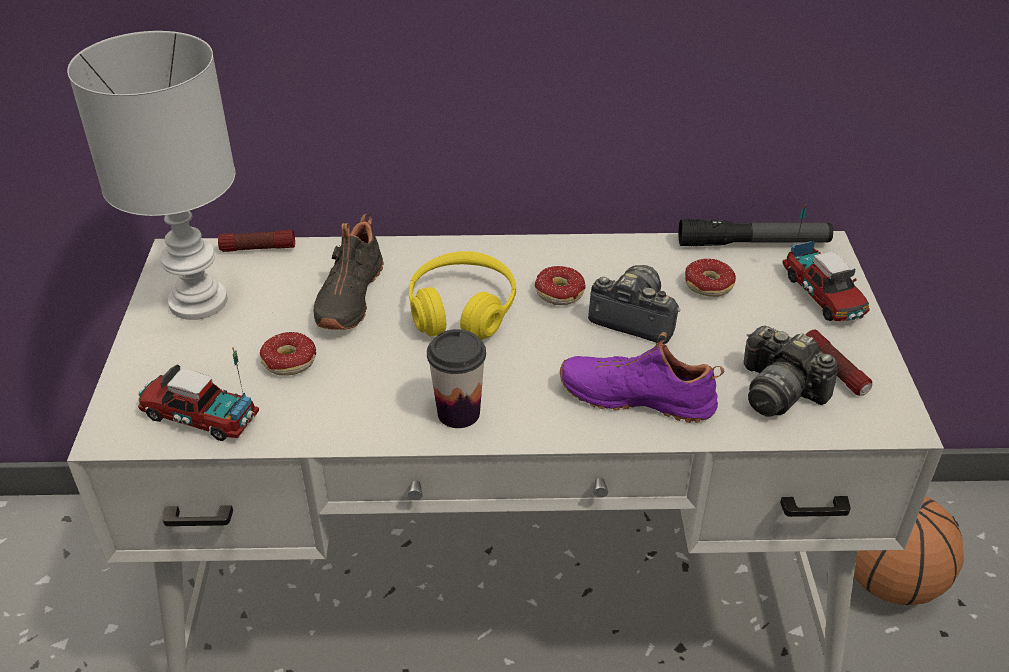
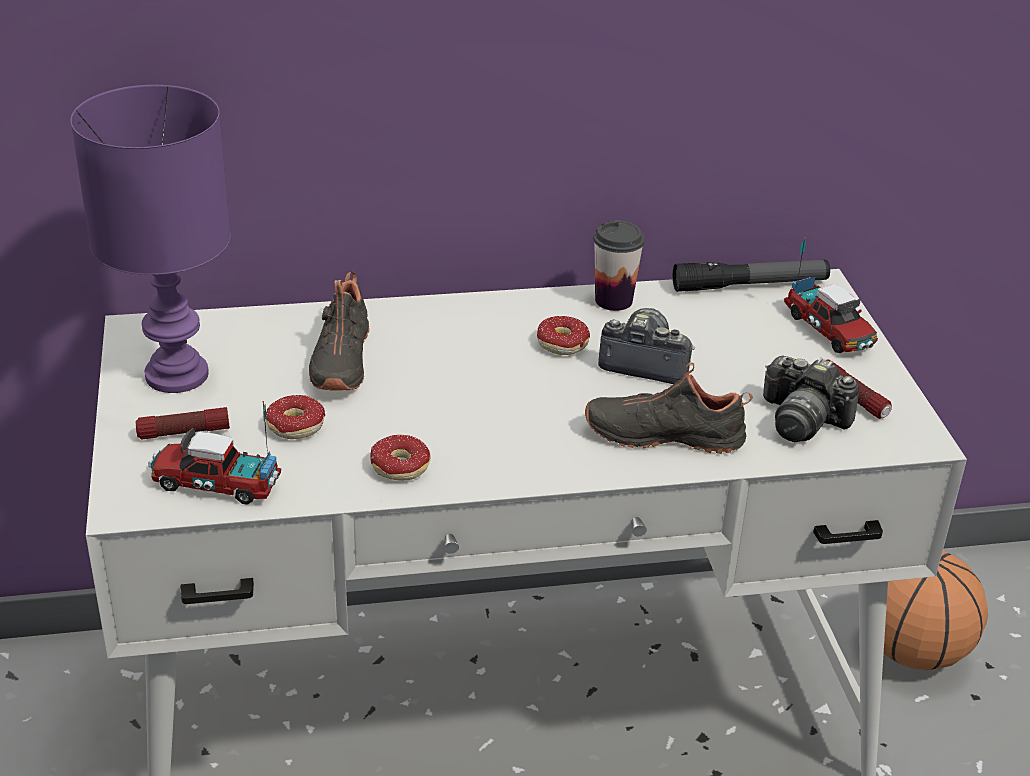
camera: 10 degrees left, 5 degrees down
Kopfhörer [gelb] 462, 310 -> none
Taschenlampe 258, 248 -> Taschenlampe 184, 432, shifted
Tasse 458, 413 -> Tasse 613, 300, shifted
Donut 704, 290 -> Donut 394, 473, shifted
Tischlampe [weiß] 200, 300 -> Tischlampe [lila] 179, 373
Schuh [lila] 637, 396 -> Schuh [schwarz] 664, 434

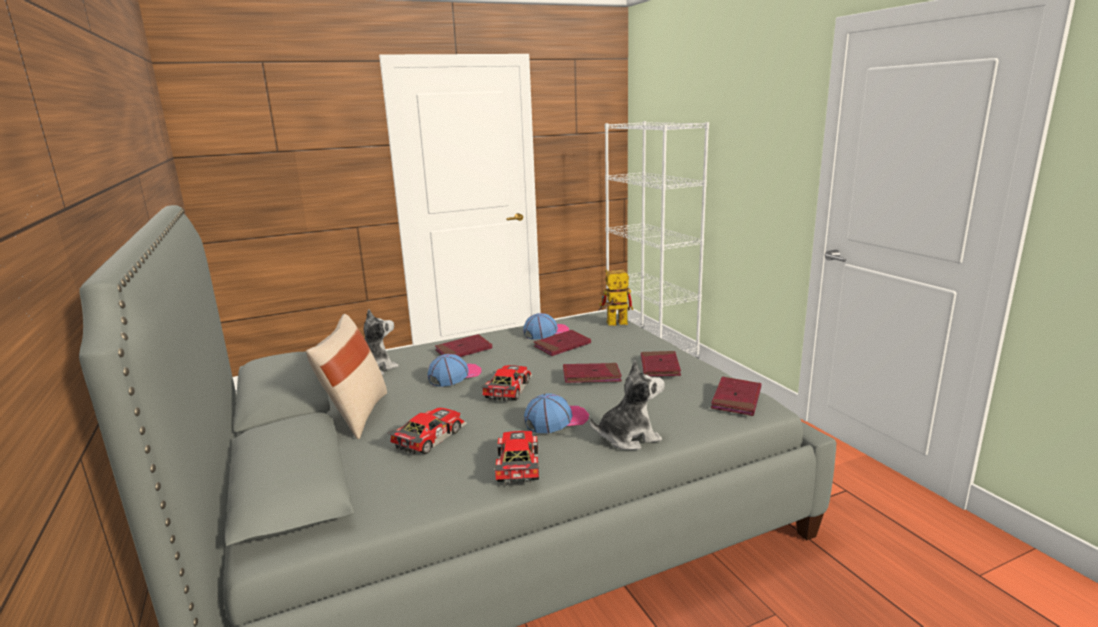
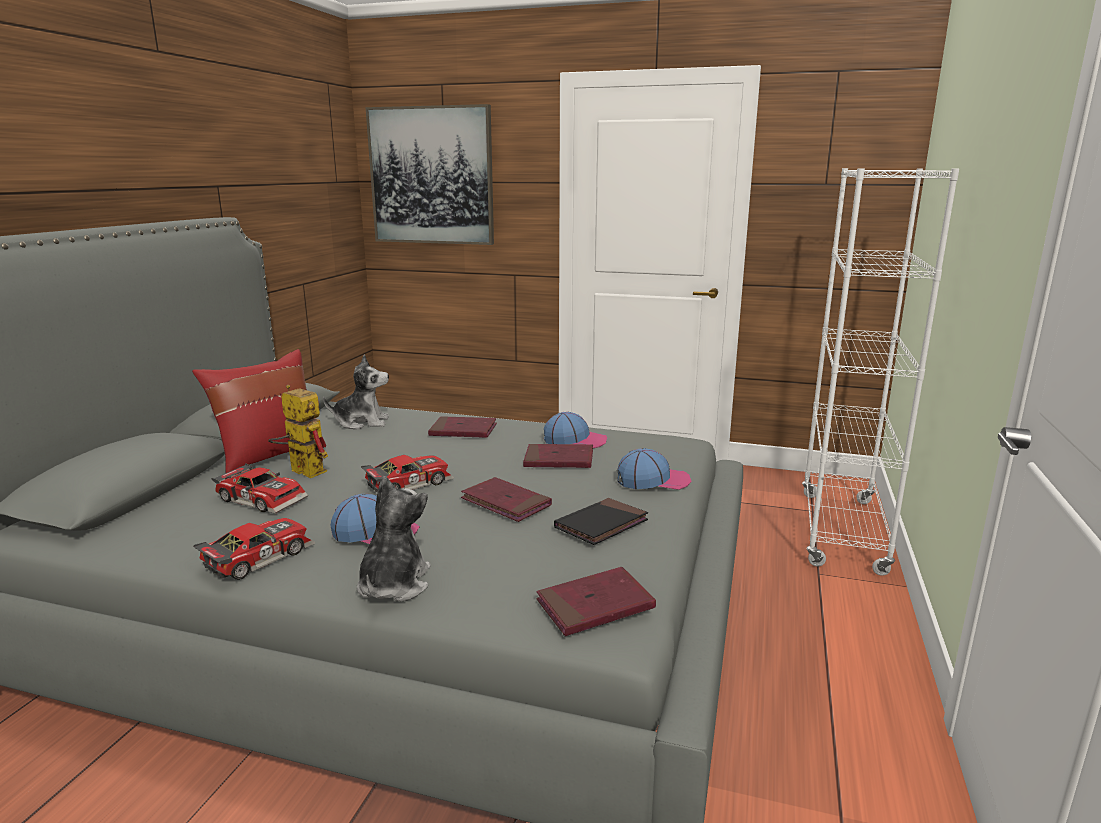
camera: 40 degrees right, 0 degrees up
none -> Bild 431, 176
Kappe 454, 376 -> Kappe 653, 480, shifted
Spielzeugroboter 612, 324 -> Spielzeugroboter 301, 471, shifted
Kissen [beige] 356, 415 -> Kissen [rot] 269, 456
Buch [rot] 660, 367 -> Buch [schwarz] 601, 525
Spielzeugauto 427, 437 -> Spielzeugauto 263, 498, 45 degrees clockwise
Plüschtier 628, 437 -> Plüschtier 393, 584, 105 degrees counterclockwise

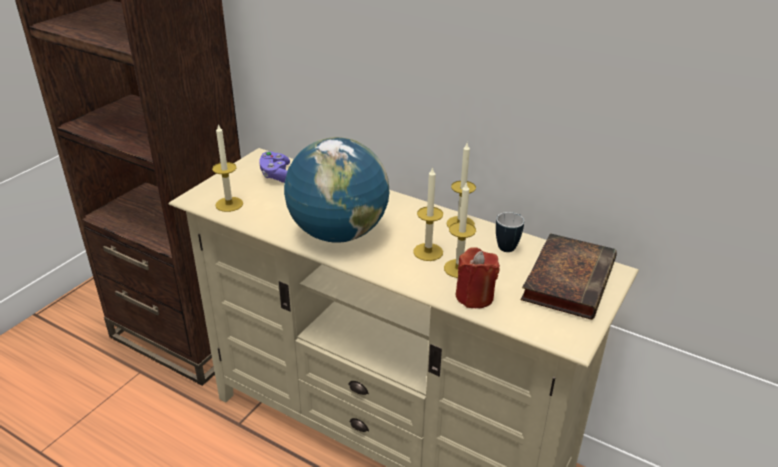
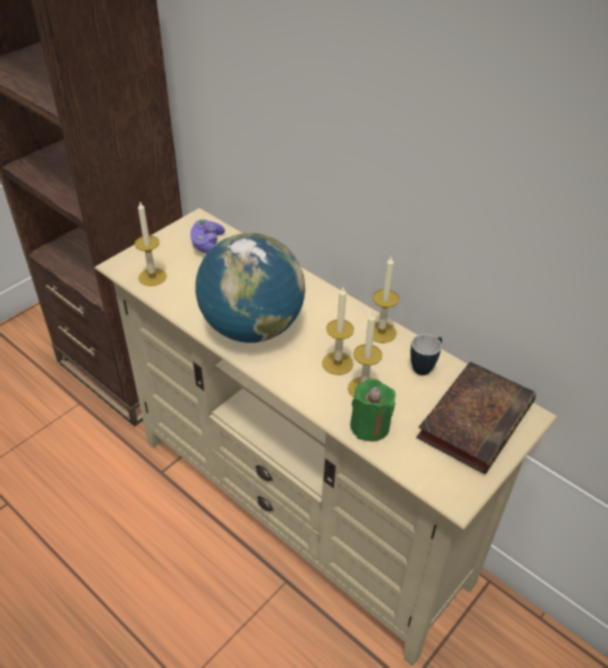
camera: 10 degrees right, 10 degrees up
Kerze [rot] 474, 296 -> Kerze [grün] 370, 426

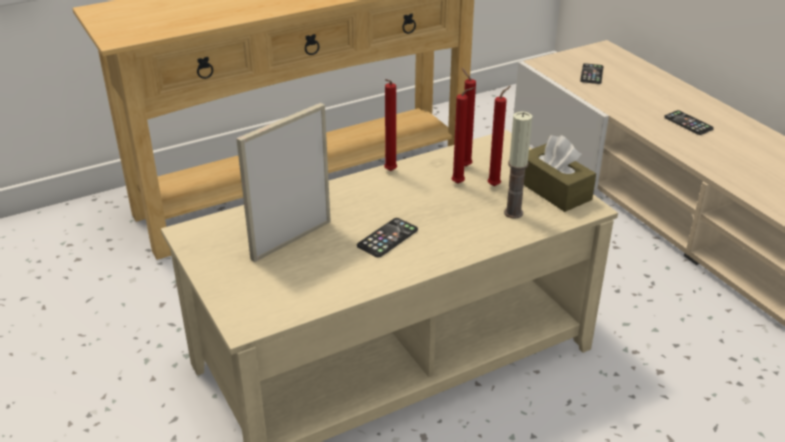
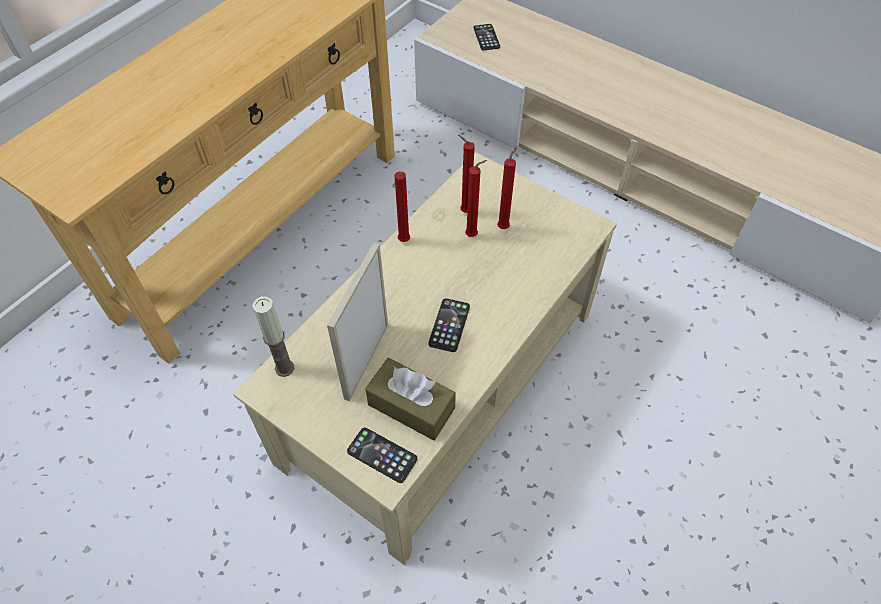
camera: 25 degrees left, 20 degrees up
Kerze 513, 213 -> Kerze 284, 368, shifted
Taschentuchbox [braun] 553, 190 -> Taschentuchbox [braun] 411, 406, shifted
Handy 688, 123 -> Handy 382, 455, shifted

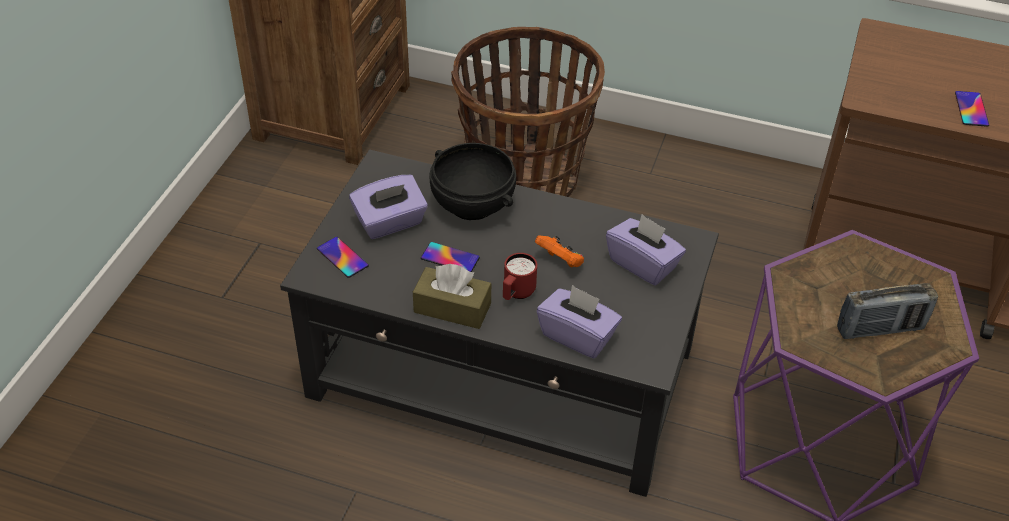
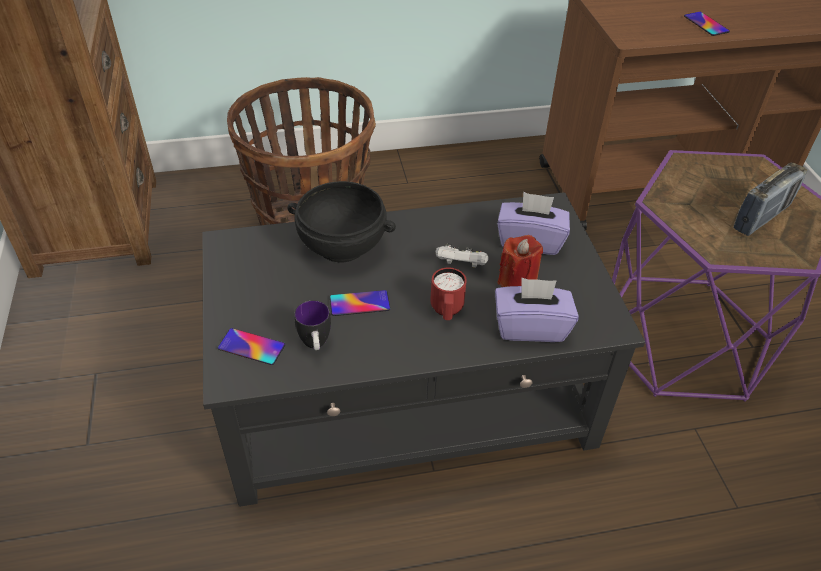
camera: 30 degrees left, 0 degrees up
Taschentuchbox [lila] 390, 223 -> none
Taschentuchbox [braun] 452, 308 -> none
none -> Henkelbecher 315, 345
none -> Kerze [rot] 517, 281
Gamepad [orange] 560, 261 -> Gamepad [weiß] 461, 266

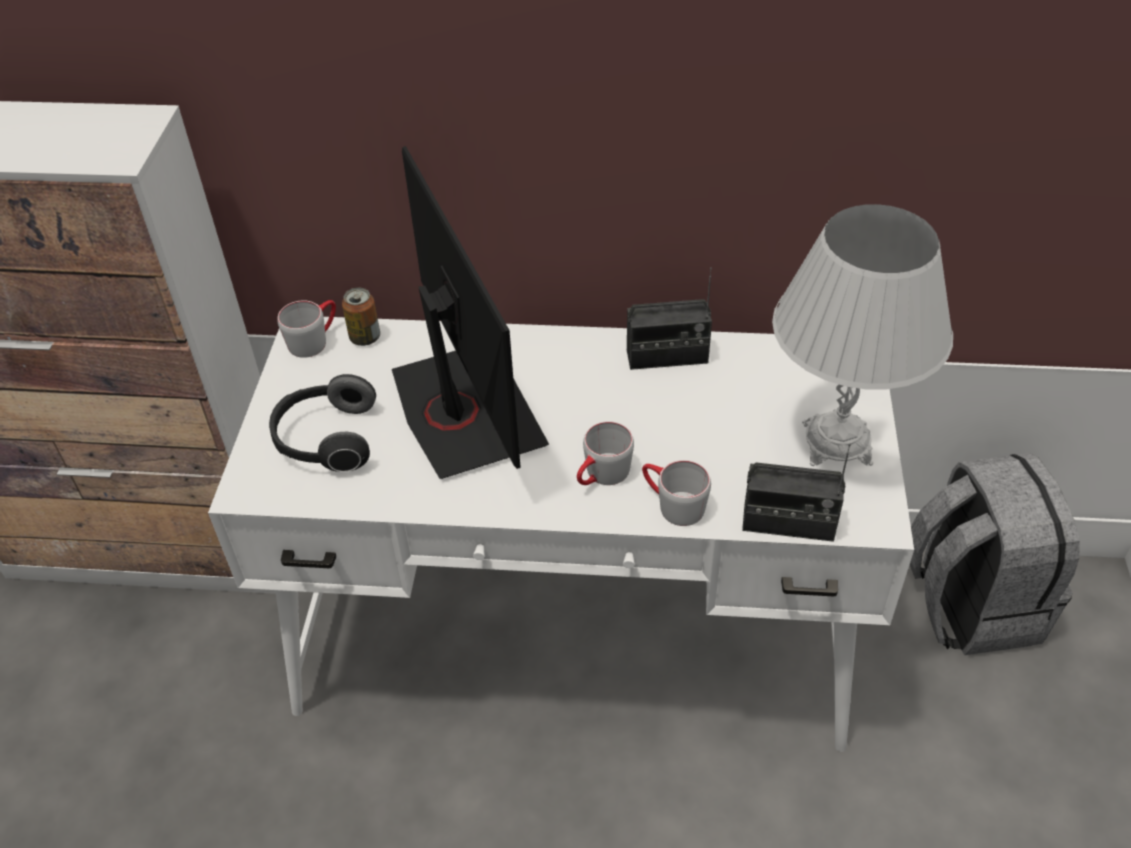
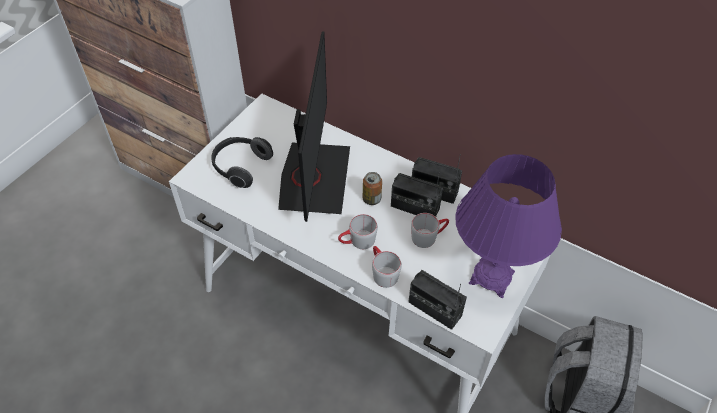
camera: 25 degrees right, 5 degrees up
none -> Radio 415, 208
Henkelbecher [grau] 314, 339 -> Henkelbecher [grau] 428, 236, shifted
Dose 365, 337 -> Dose 371, 199, shifted
Tischlampe [weiß] 836, 443 -> Tischlampe [lila] 491, 277

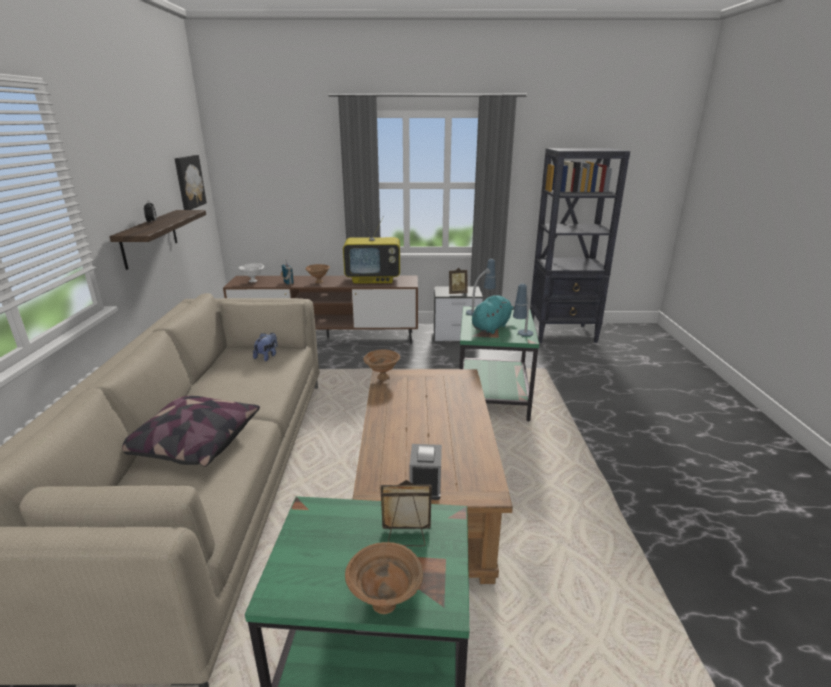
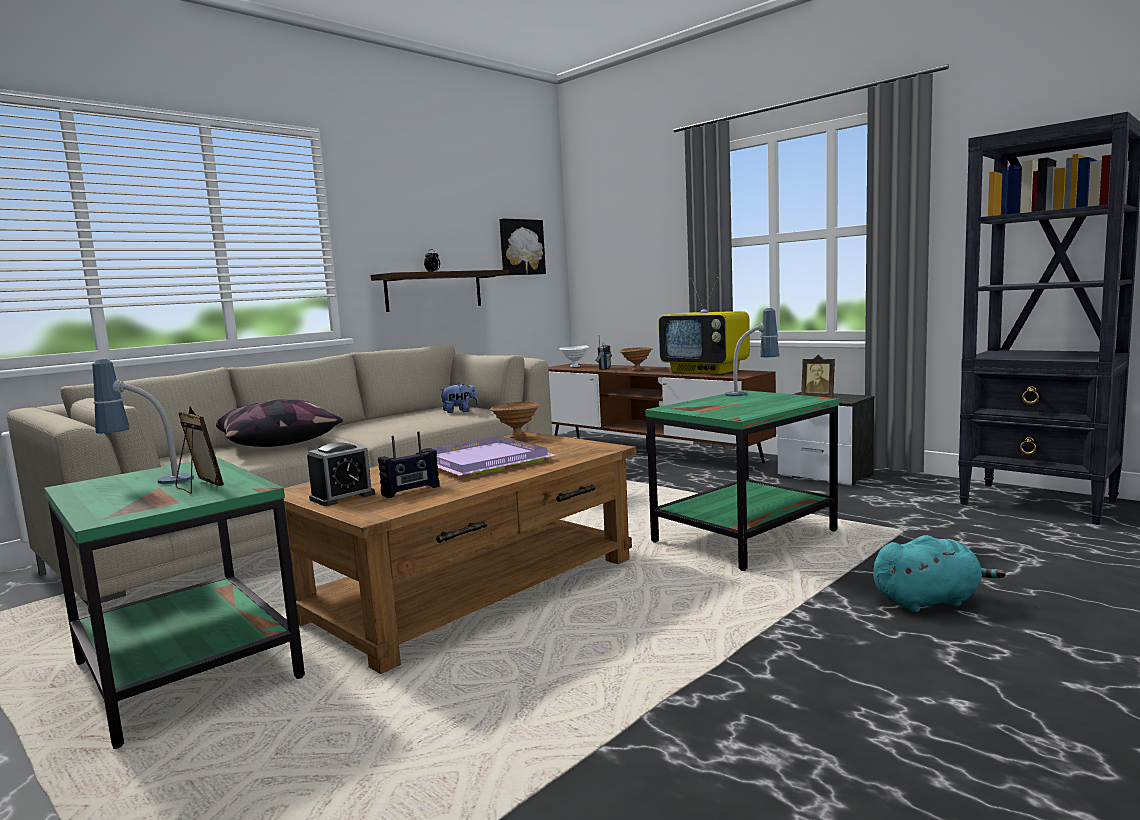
camera: 45 degrees right, 15 degrees down
Schüssel [braun] 386, 604 -> none
none -> Radio 411, 491
none -> Tablett [lila] 479, 461
Plüschtier [türkis] 491, 327 -> Plüschtier [türkis] 929, 601, shifted
Tischlampe 521, 337 -> Tischlampe 150, 482, shifted

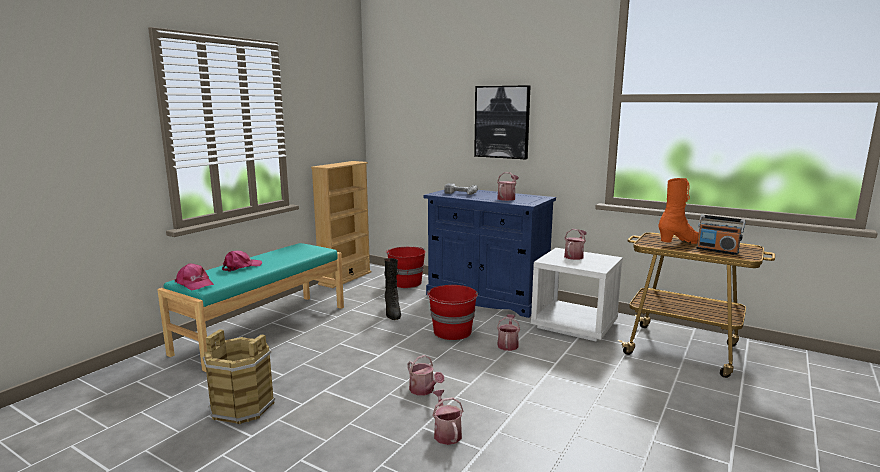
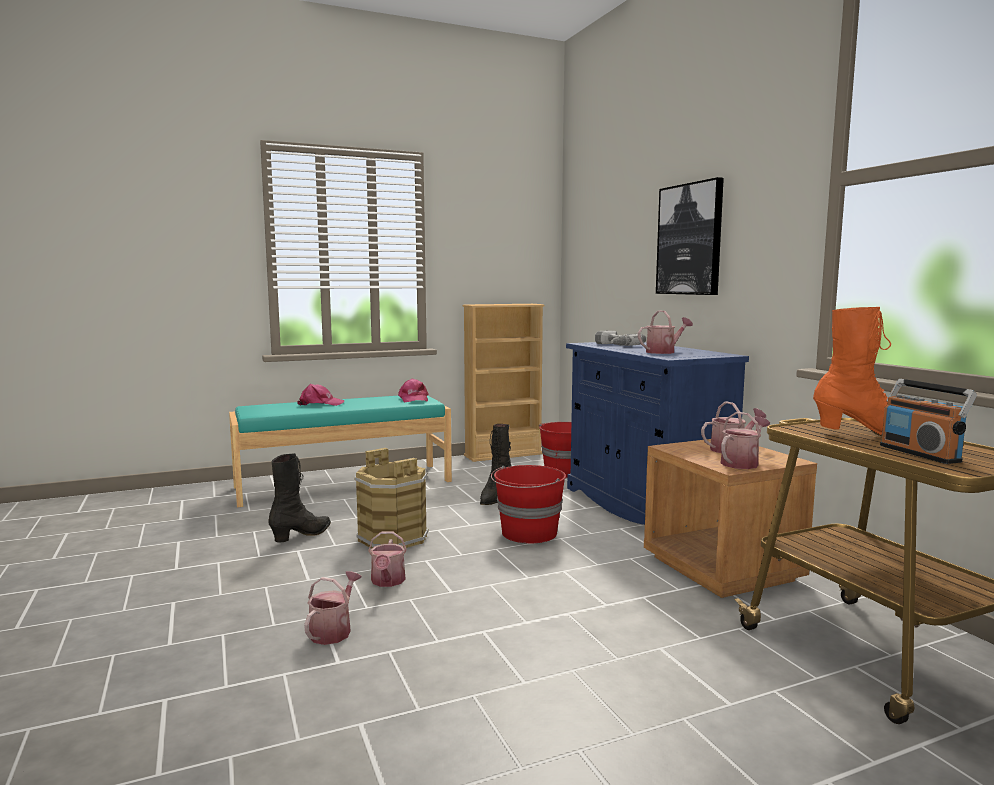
camera: 35 degrees right, 5 degrees down
none -> Stiefel [schwarz] 302, 535
Kappe [rosa] 194, 284 -> Kappe [rosa] 413, 399, shifted
Eimer [braun] 243, 406 -> Eimer [braun] 393, 538, shifted
Gießkanne 508, 344 -> Gießkanne 742, 463, shifted
Nachttisch [weiß] 575, 325 -> Nachttisch [braun] 722, 569

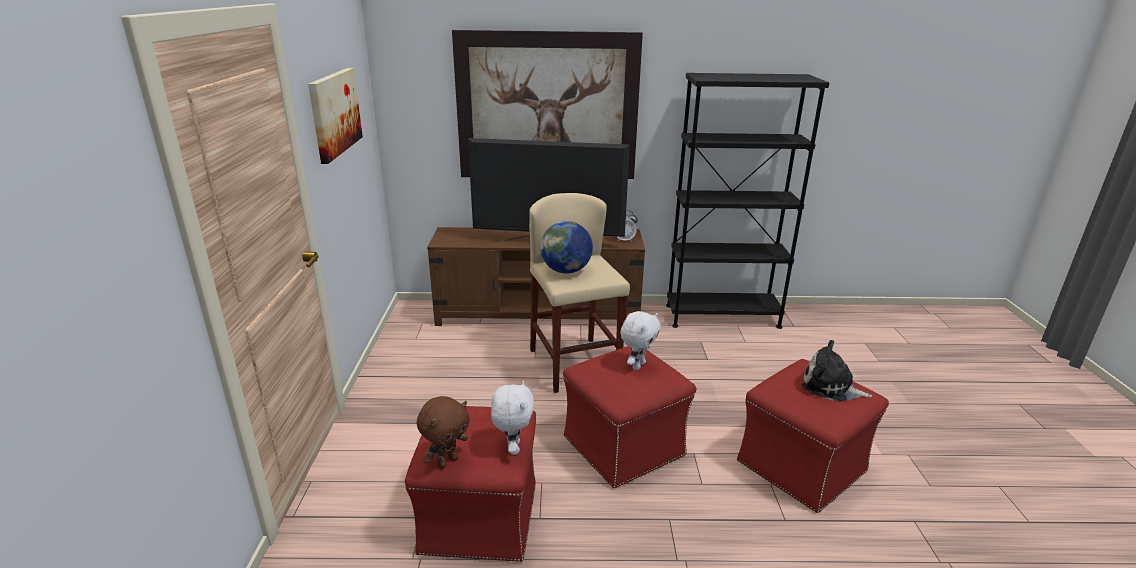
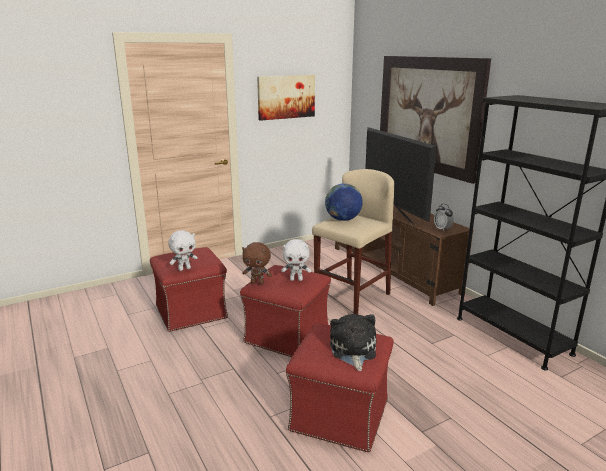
camera: 60 degrees right, 5 degrees down
Plüschtier [braun] 447, 461 -> Plüschtier [braun] 257, 283, shifted

